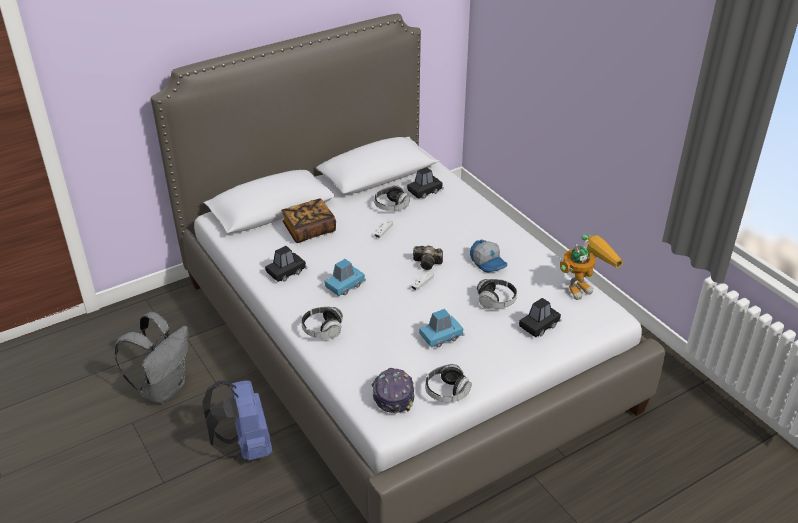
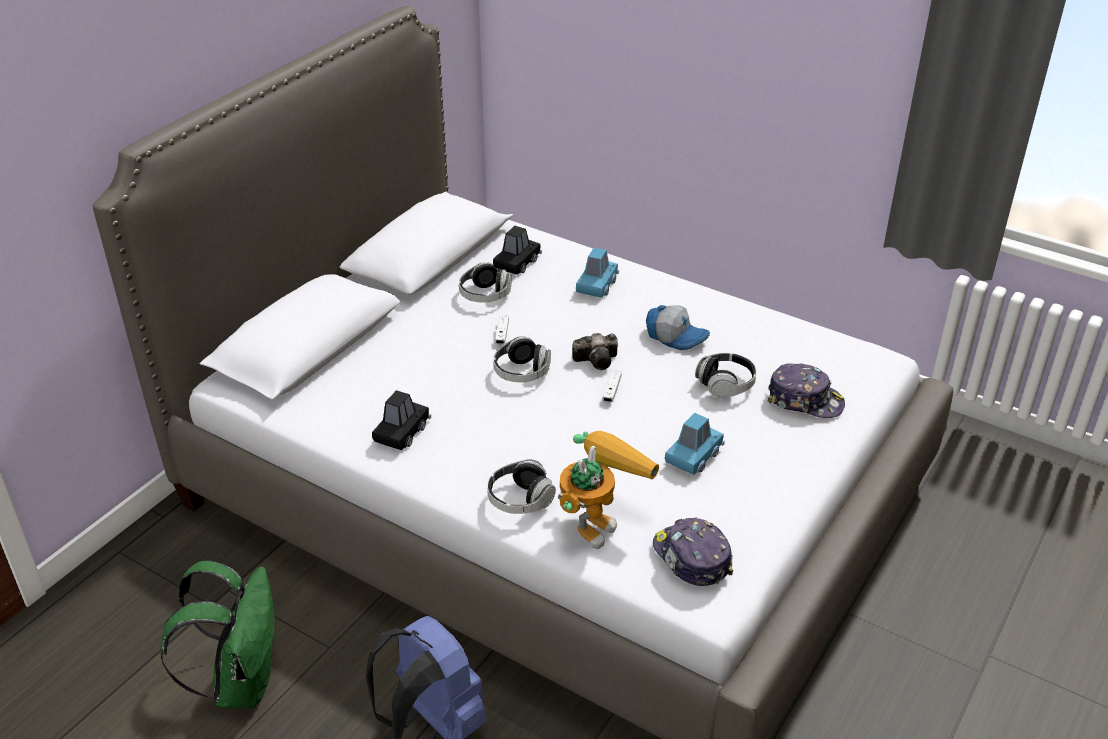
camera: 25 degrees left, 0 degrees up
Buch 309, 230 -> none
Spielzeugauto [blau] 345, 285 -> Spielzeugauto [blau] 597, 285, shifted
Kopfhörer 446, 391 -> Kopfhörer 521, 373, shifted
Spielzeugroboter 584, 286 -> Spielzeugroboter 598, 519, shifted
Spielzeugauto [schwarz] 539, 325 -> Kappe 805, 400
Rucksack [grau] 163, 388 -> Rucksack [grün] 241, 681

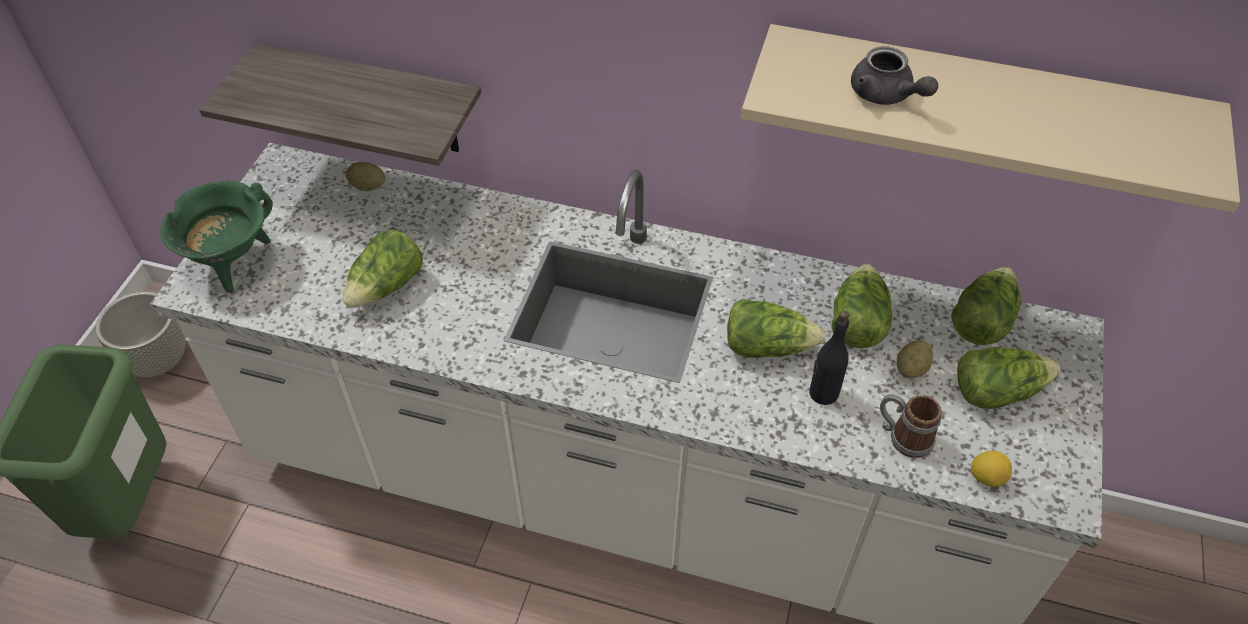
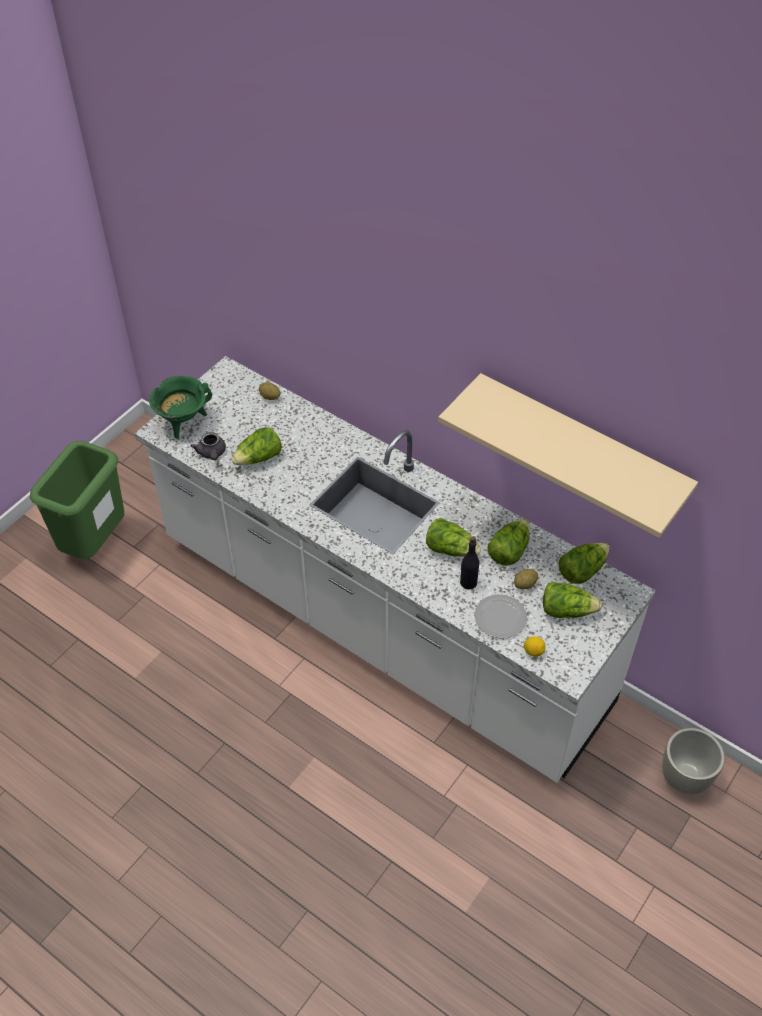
camera: 20 degrees right, 0 degrees up
Wandregal 373, 100 -> none
Pflanzkübel [grau] 159, 360 -> Pflanzkübel [grau] 685, 777, shifted
Teekanne [grau] 886, 95 -> Teekanne [grau] 211, 453, shifted
Henkelbecher 902, 436 -> Teller 499, 617

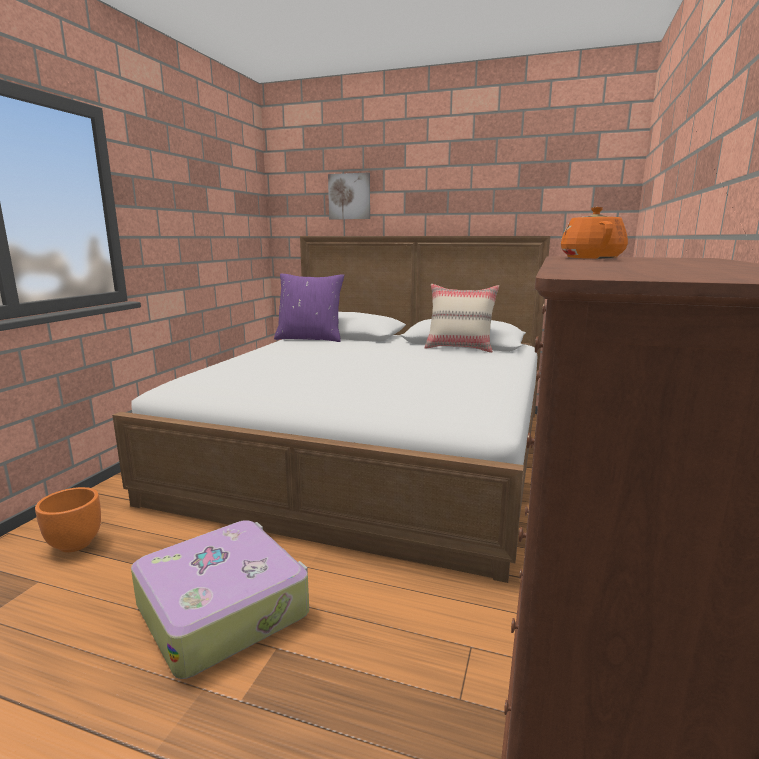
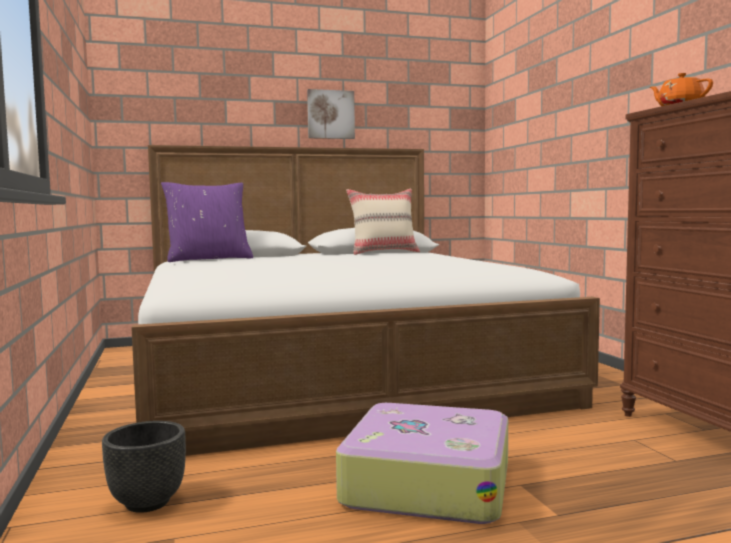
camera: 35 degrees left, 10 degrees down
Bild 349, 196 -> Bild 330, 114, shifted
Pflanzkübel [orange] 76, 544 -> Pflanzkübel [schwarz] 148, 503

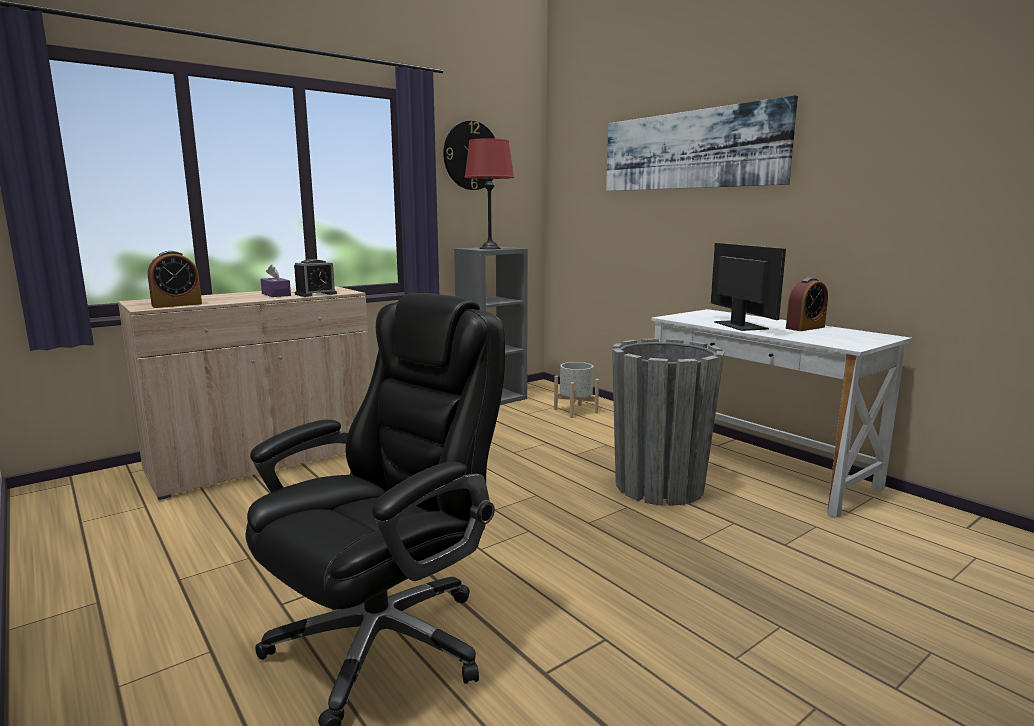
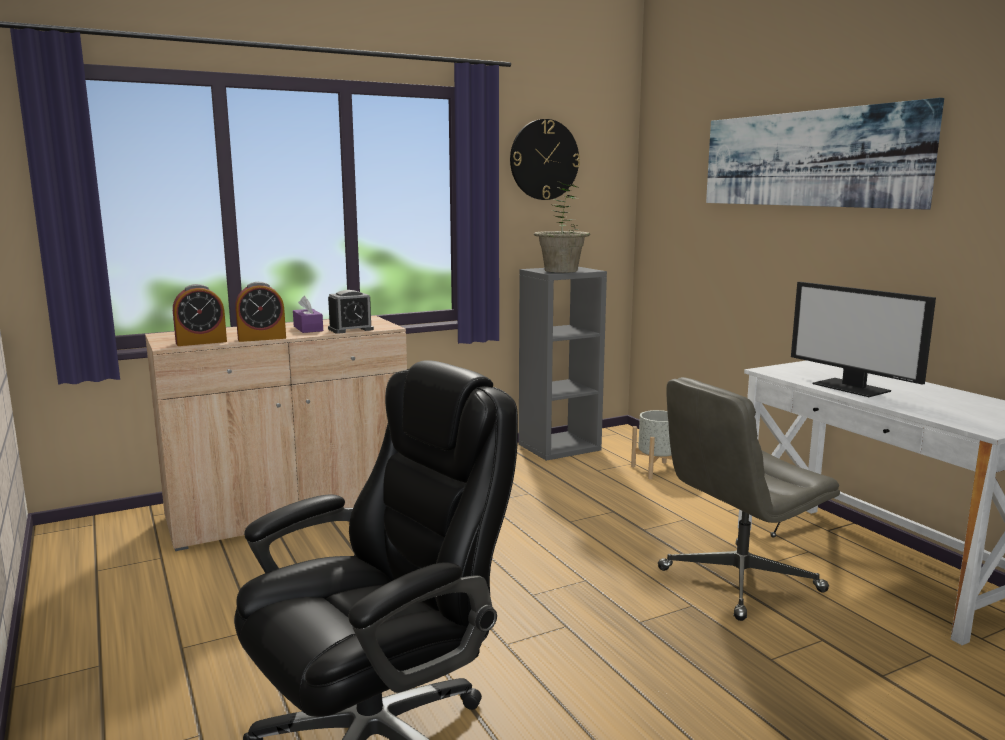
camera: 10 degrees right, 0 degrees up
Wecker 805, 328 -> Wecker 262, 338, shifted
Tischlampe [rot] 490, 248 -> Topfpflanze 561, 270
Pflanzkübel [grau] 659, 486 -> Bürostuhl [grau] 739, 581
Monitor 739, 325 -> Monitor 852, 387, 150 degrees clockwise

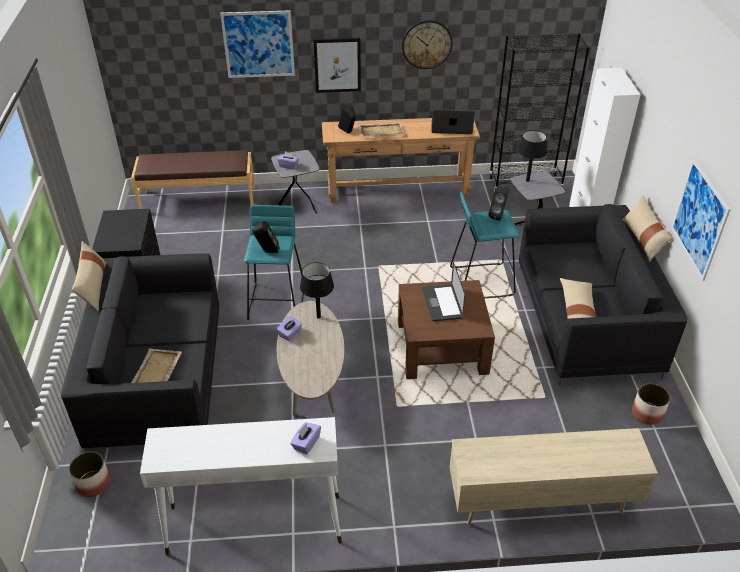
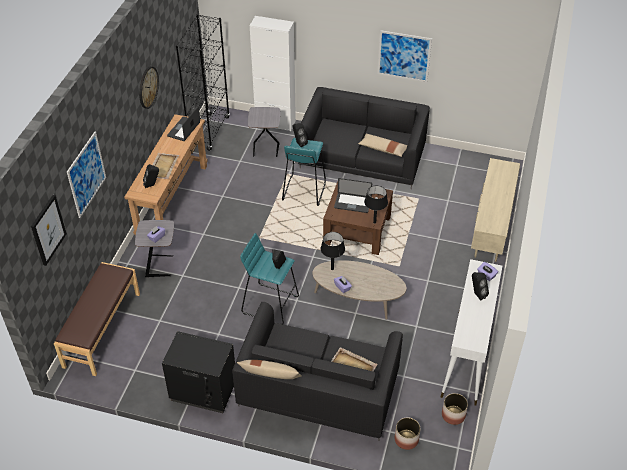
camera: 70 degrees left, 5 degrees up
Kissen [beige] 643, 239 -> none
none -> Lautsprecher [schwarz] 477, 294
Bild 337, 65 -> Bild 48, 230, shifted
Tischlampe [schwarz] 527, 180 -> Tischlampe [schwarz] 374, 222, shifted
Pflanzkübel 647, 413 -> Pflanzkübel 453, 415, shifted

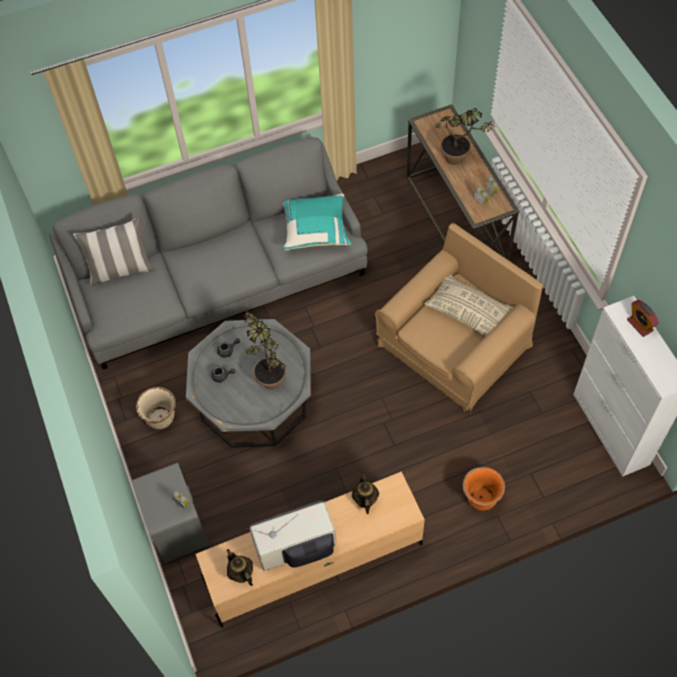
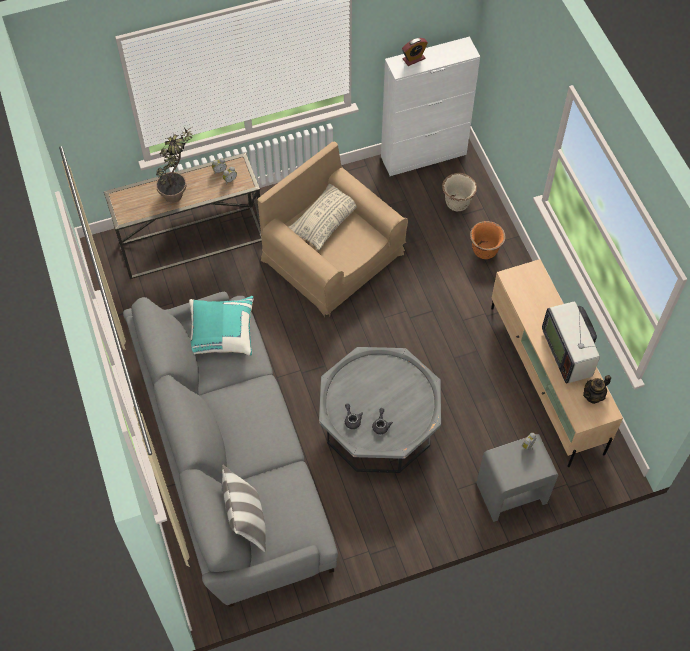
camera: 90 degrees left, 0 degrees up
Topfpflanze 268, 375 -> none
Teekanne 365, 499 -> none
Pflanzkübel [beige] 161, 418 -> Pflanzkübel [beige] 457, 203, shifted

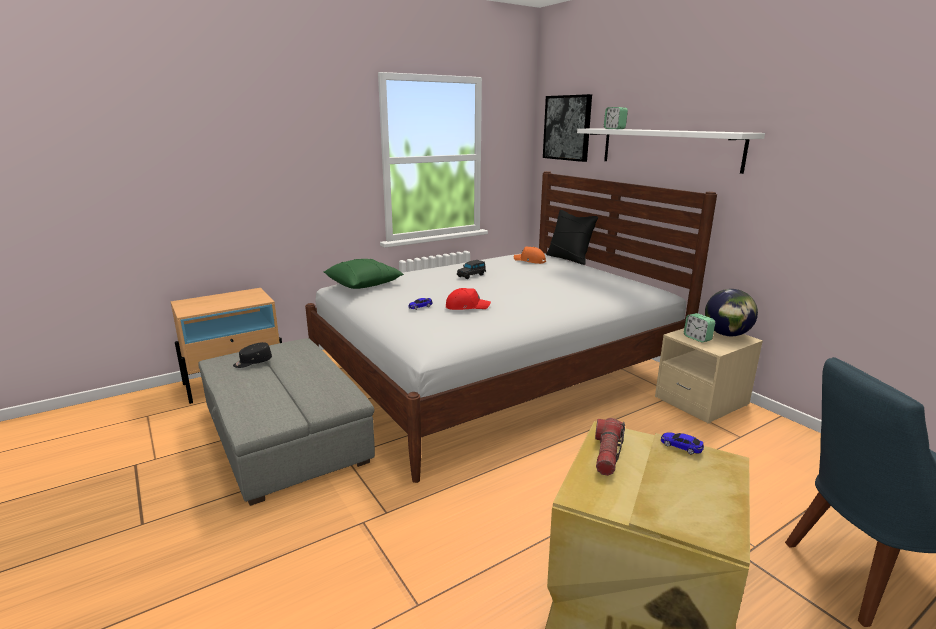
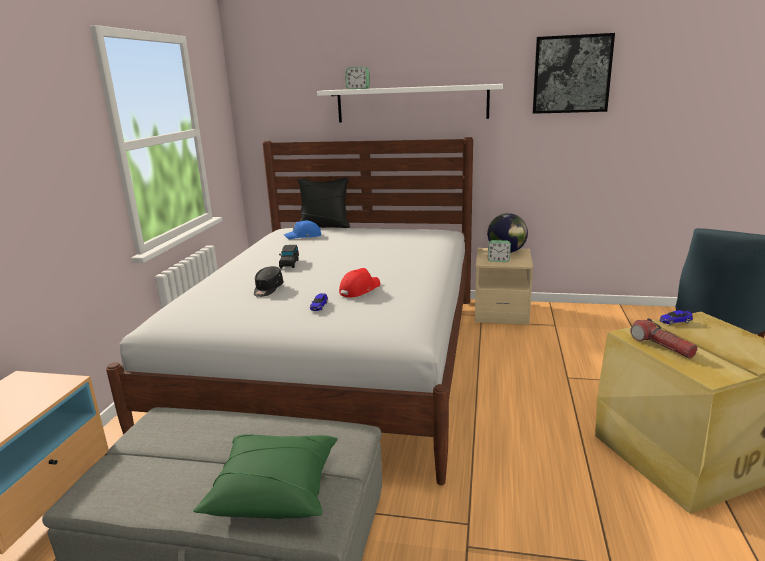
camera: 45 degrees left, 0 degrees up
Kappe [schwarz] 253, 362 -> Kappe [schwarz] 267, 289, shifted
Kissen [grün] 364, 284 -> Kissen [grün] 274, 490, shifted
Bild 567, 128 -> Bild 571, 74, shifted
Kappe [orange] 529, 261 -> Kappe [blau] 304, 236

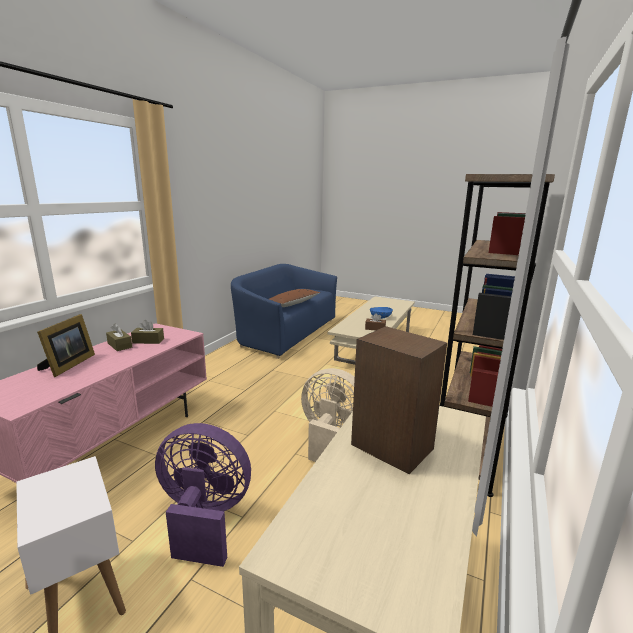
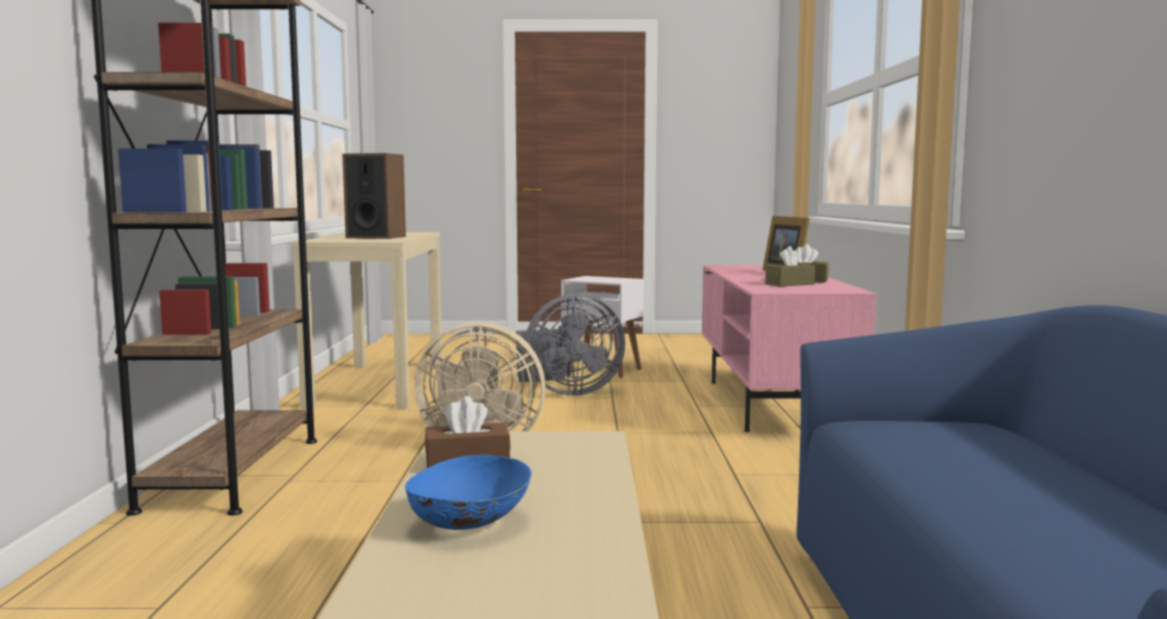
camera: 155 degrees right, 10 degrees down
Kissen [braun] 291, 304 -> none
Ventilator [lila] 204, 518 -> Ventilator [grau] 568, 392

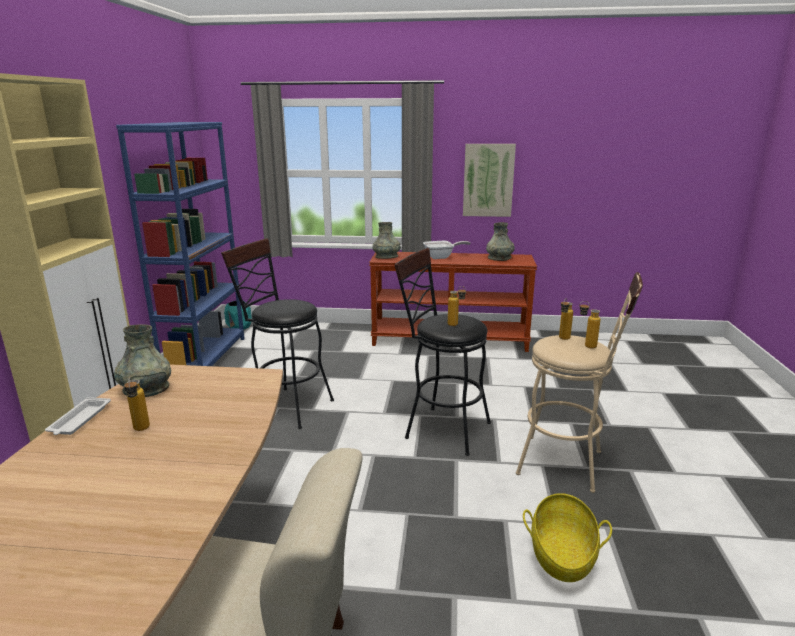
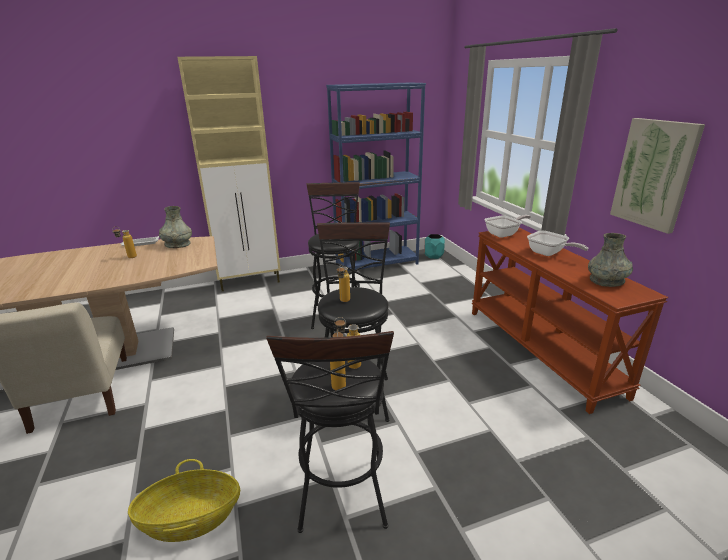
camera: 65 degrees right, 5 degrees up
Vase [grau] 386, 257 -> Pfanne 504, 234
Hocker [beige] 568, 464 -> Hocker [schwarz] 343, 500

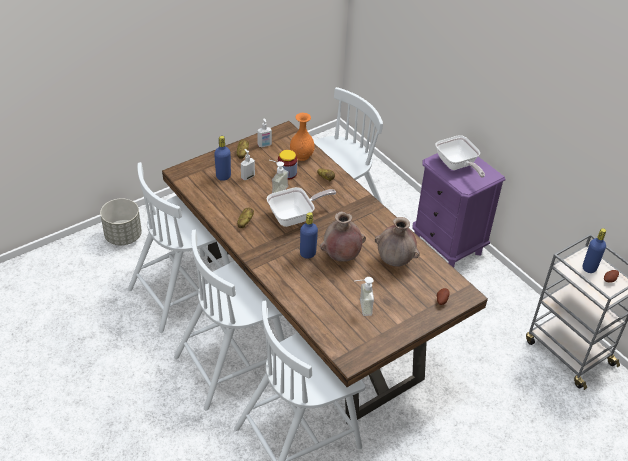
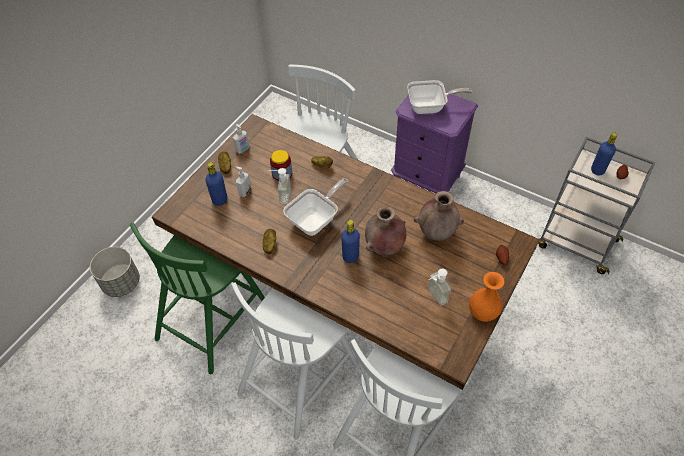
camera: 20 degrees left, 10 degrees up
Vase [orange] 302, 156 -> Vase [orange] 483, 312, shifted
Stuhl [weiß] 185, 291 -> Stuhl [grün] 213, 318
Pfanne 457, 166 -> Pfanne 430, 107, 45 degrees counterclockwise

